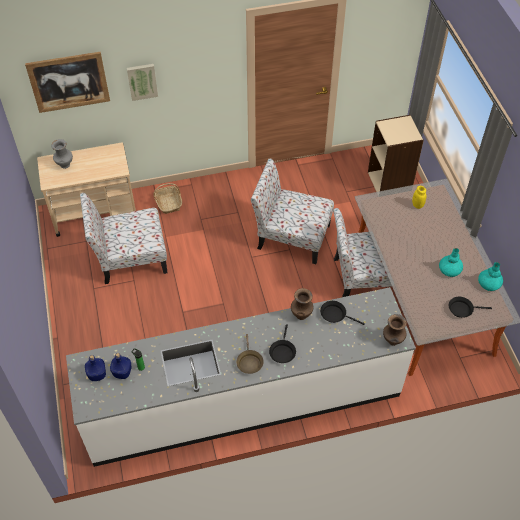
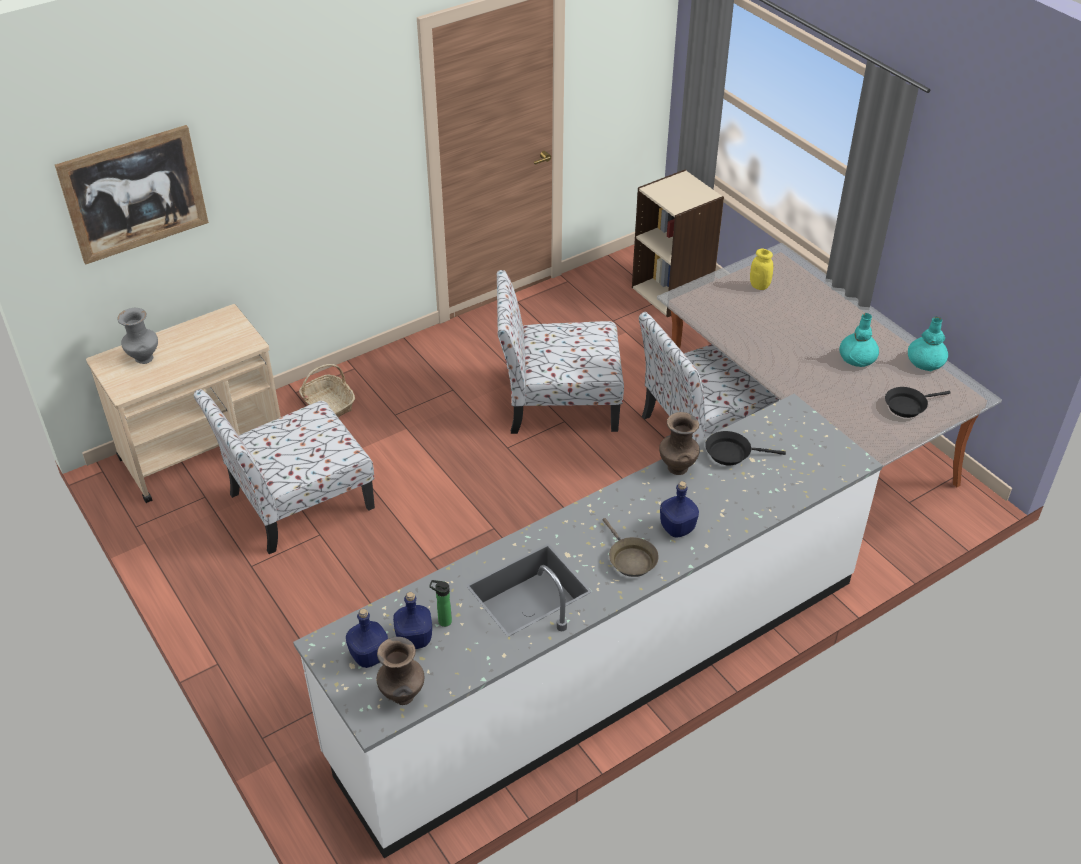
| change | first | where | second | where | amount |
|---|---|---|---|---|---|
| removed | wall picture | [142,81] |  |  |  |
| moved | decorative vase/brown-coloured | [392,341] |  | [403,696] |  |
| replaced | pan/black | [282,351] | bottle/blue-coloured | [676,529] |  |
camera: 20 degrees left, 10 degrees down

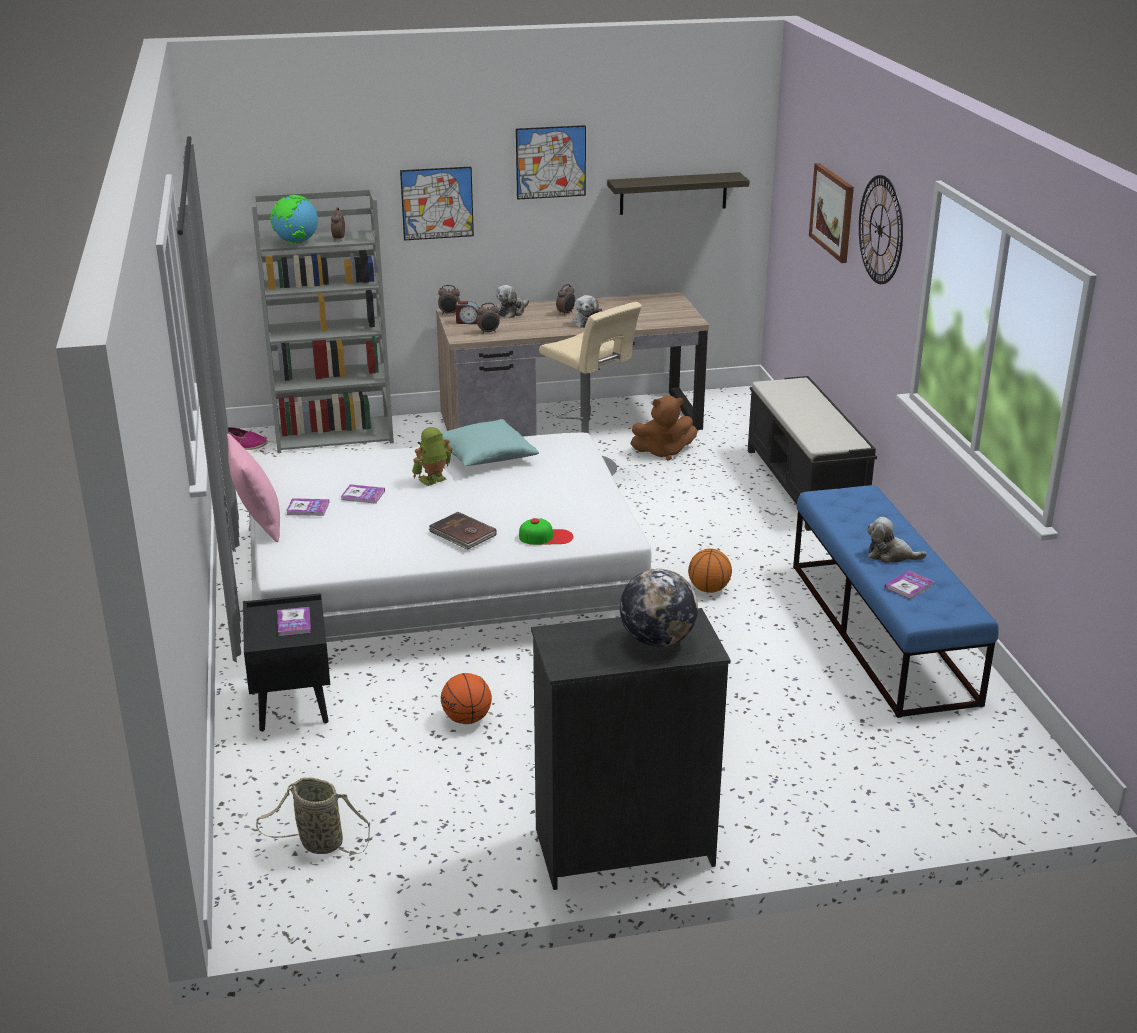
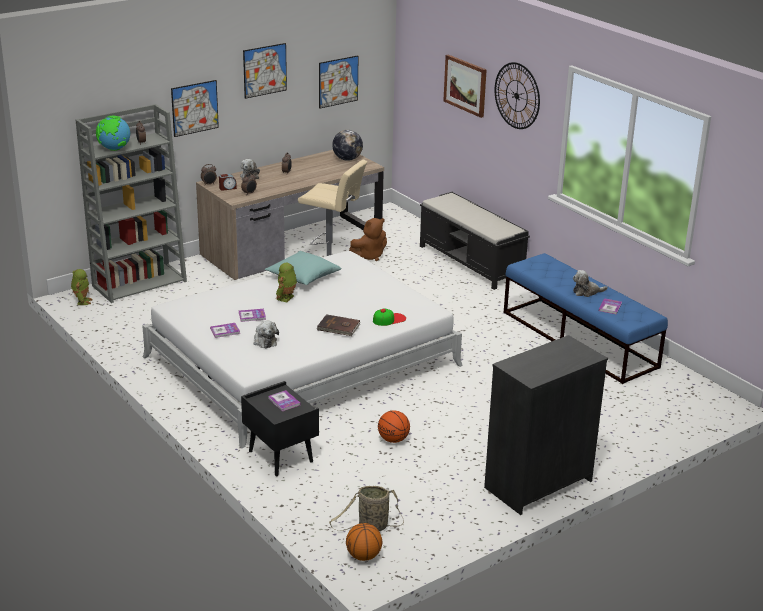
| change | first | where | second | where | amount |
|---|---|---|---|---|---|
| replaced | shelf | [673,193] | wall picture | [338,81] |  |
| moved | cuddly toy | [586,322] |  | [264,341] |  |
| replaced | low shoe | [246,445] | toy robot | [82,301] |  |
| removed | cushion/pink | [258,524] |  |  |  |
| moved | ball for basketball | [708,589] |  | [363,556] |  |
| moved | desk globe | [657,640] |  | [347,159] |  |
camera: 25 degrees left, 0 degrees up

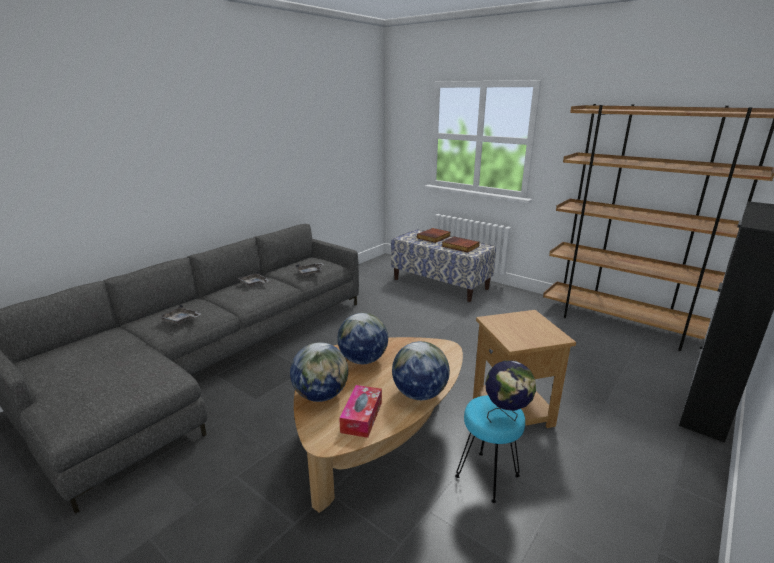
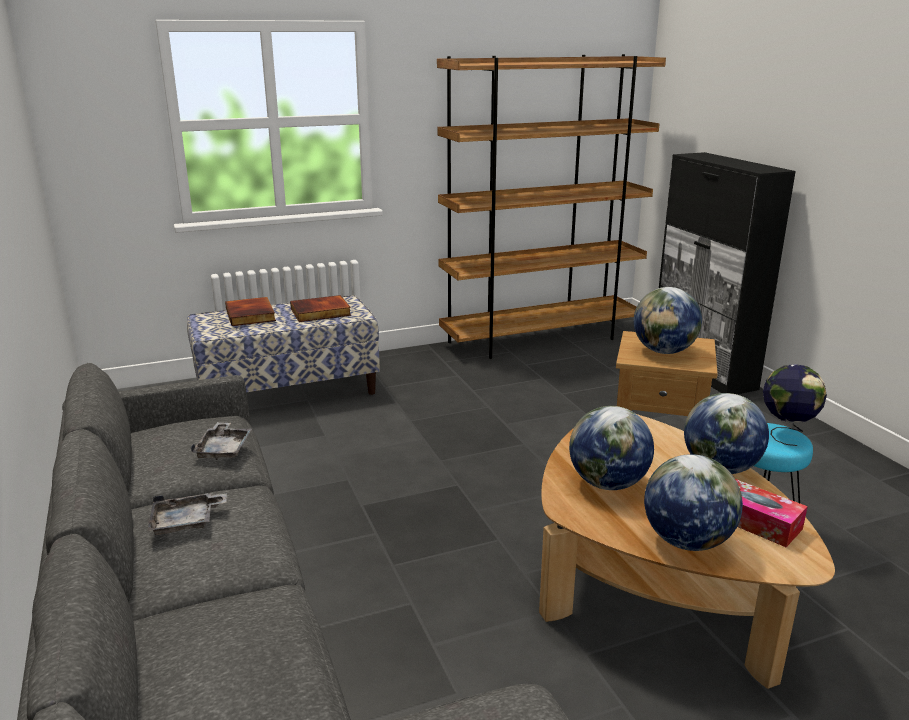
| change | first | where | second | where | amount |
|---|---|---|---|---|---|
| removed | tray/gray | [181,320] |  |  |  |
| added |  |  | desk globe | [664,351] |  |
camera: 60 degrees left, 0 degrees up

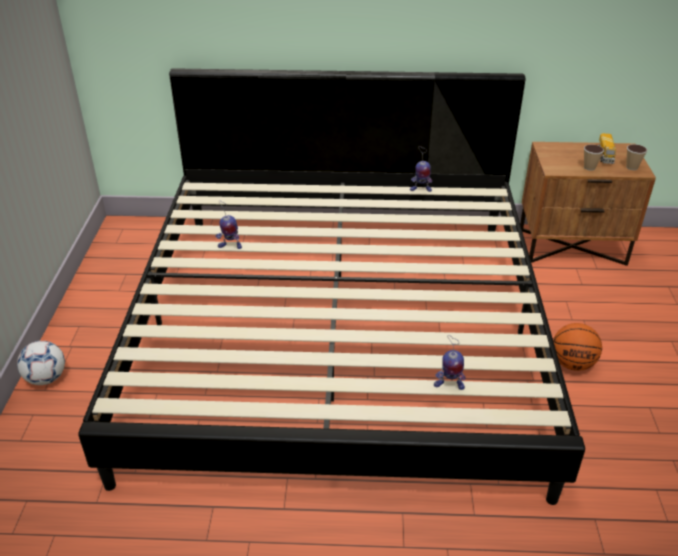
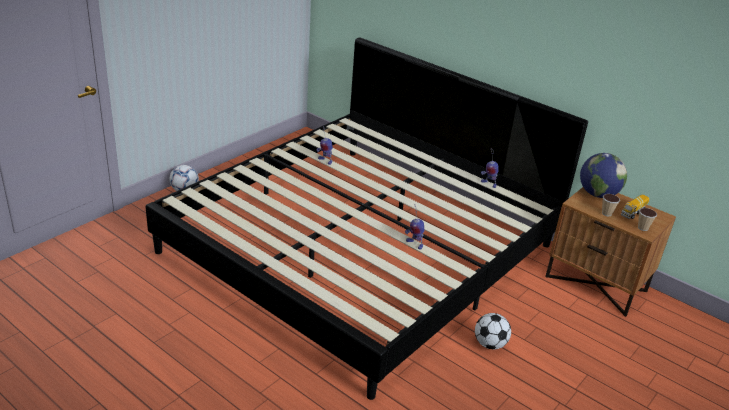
| change | first | where | second | where | amount |
|---|---|---|---|---|---|
| replaced | ball for basketball | [572,363] | ball for football | [490,344] |  |
| moved | toy robot | [448,385] |  | [414,244] |  |
| added |  |  | desk globe | [597,194] |  |
camera: 35 degrees right, 5 degrees down

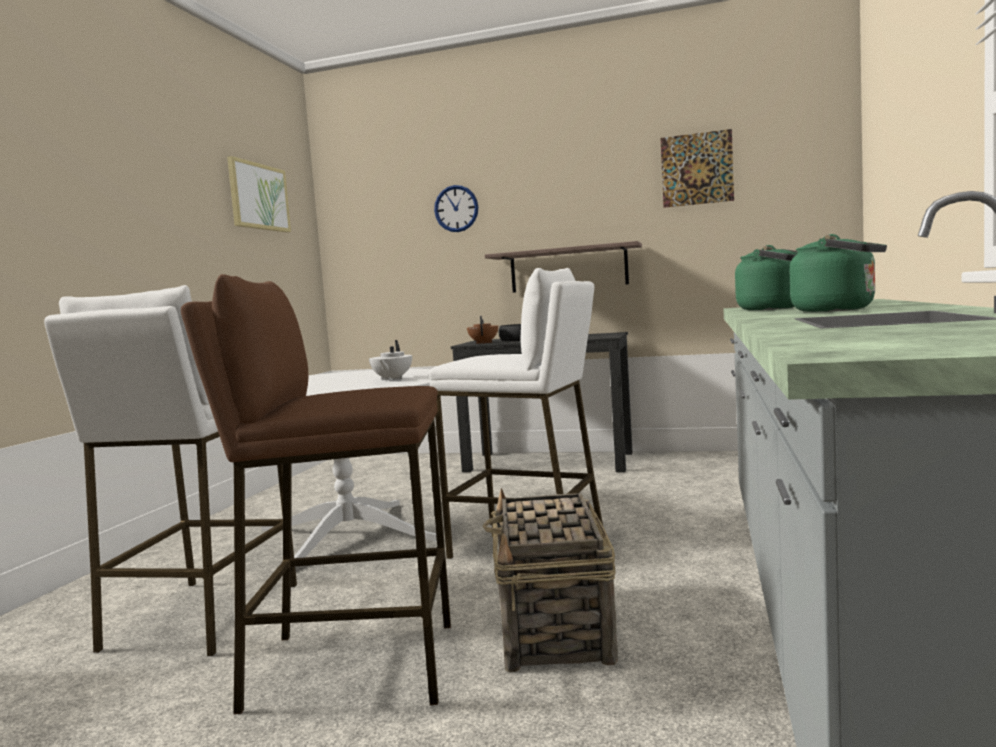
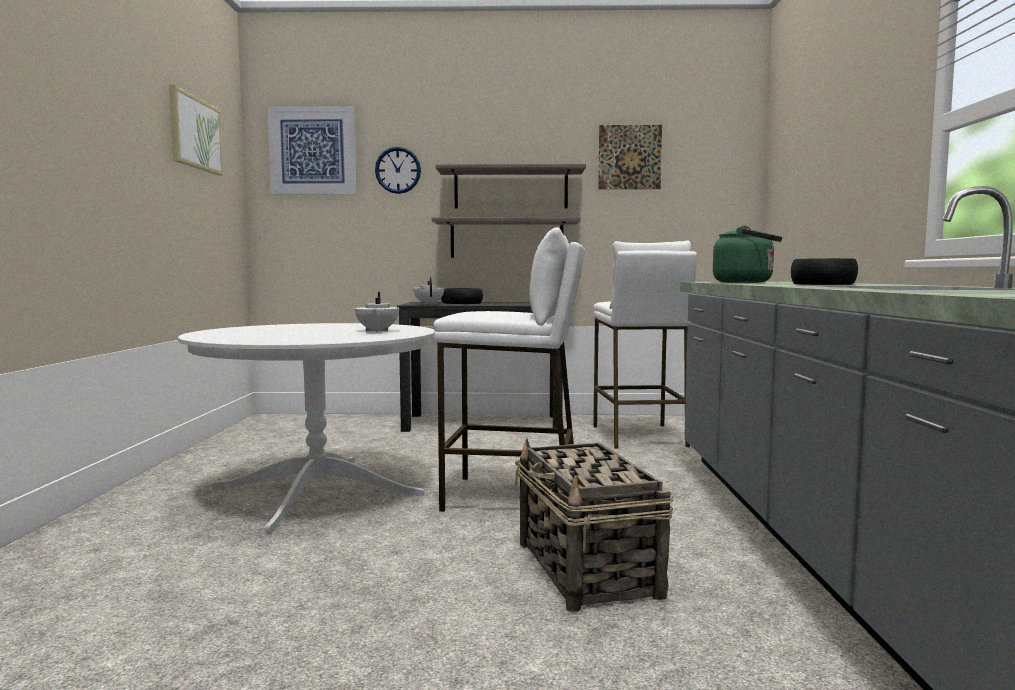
| change | first | where | second | where | amount |
|---|---|---|---|---|---|
| replaced | water kettle/green-coloured | [839,310] | bowl/black | [824,284] |  |
| removed | stool/brown-coloured | [352,665] |  |  |  |
| moved | stool/white-coloured | [201,616] |  | [639,436] |  |
| recoloured | pot for tea/brown-coloured | [484,343] | pot for tea/white-coloured | [429,304] |  |
| added |  |  | wall picture | [313,151] |  |
| added |  |  | shelf | [511,189] |  |
camera: 15 degrees left, 0 degrees up

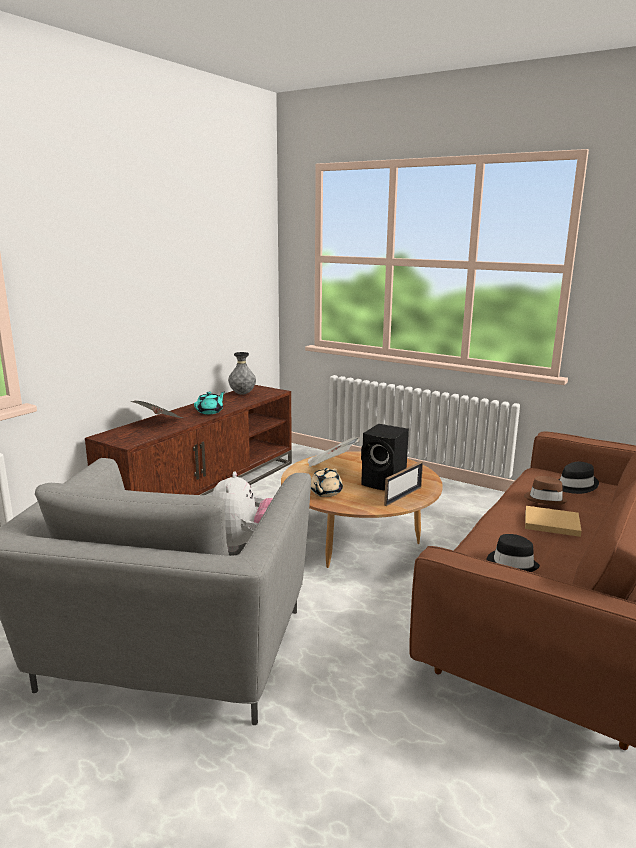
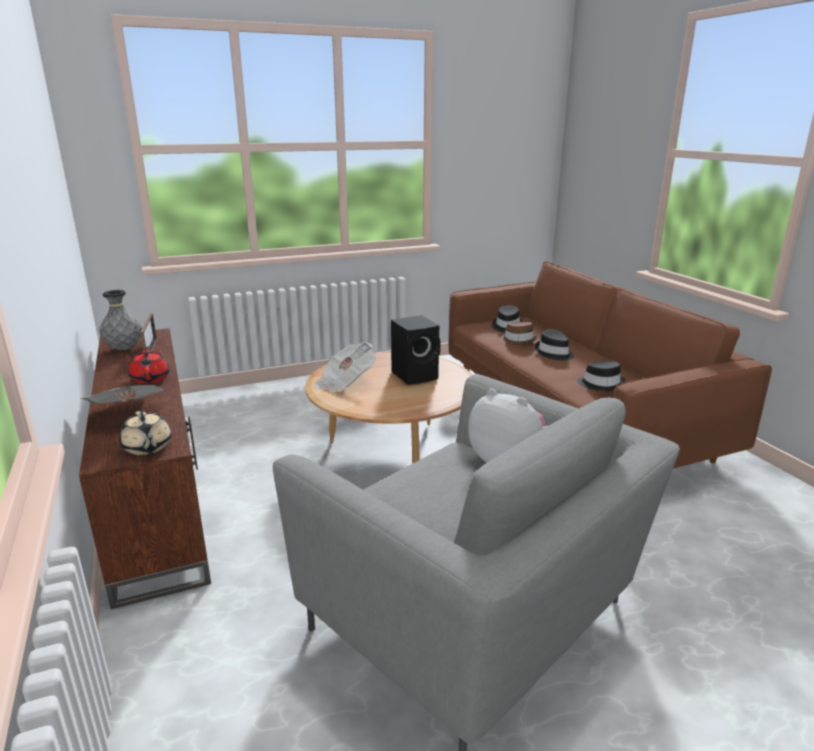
| change | first | where | second | where | amount |
|---|---|---|---|---|---|
| recoloured | pot for tea/turquoise | [210,412] | pot for tea/reddish | [150,378] |  |
| moved | standing frame | [403,496] |  | [151,349] |  |
| moved | pot for tea/beige-coloured | [325,493] |  | [147,447] |  |
| replaced | volume/beige-coloured | [549,523] | wearable hat/black | [554,353] |  |
camera: 55 degrees left, 5 degrees up

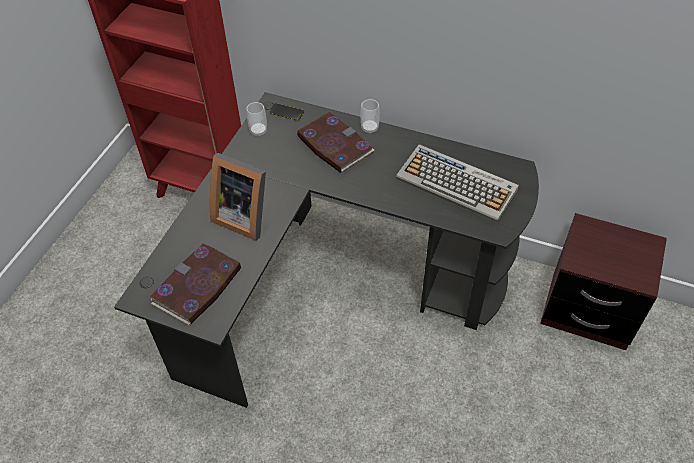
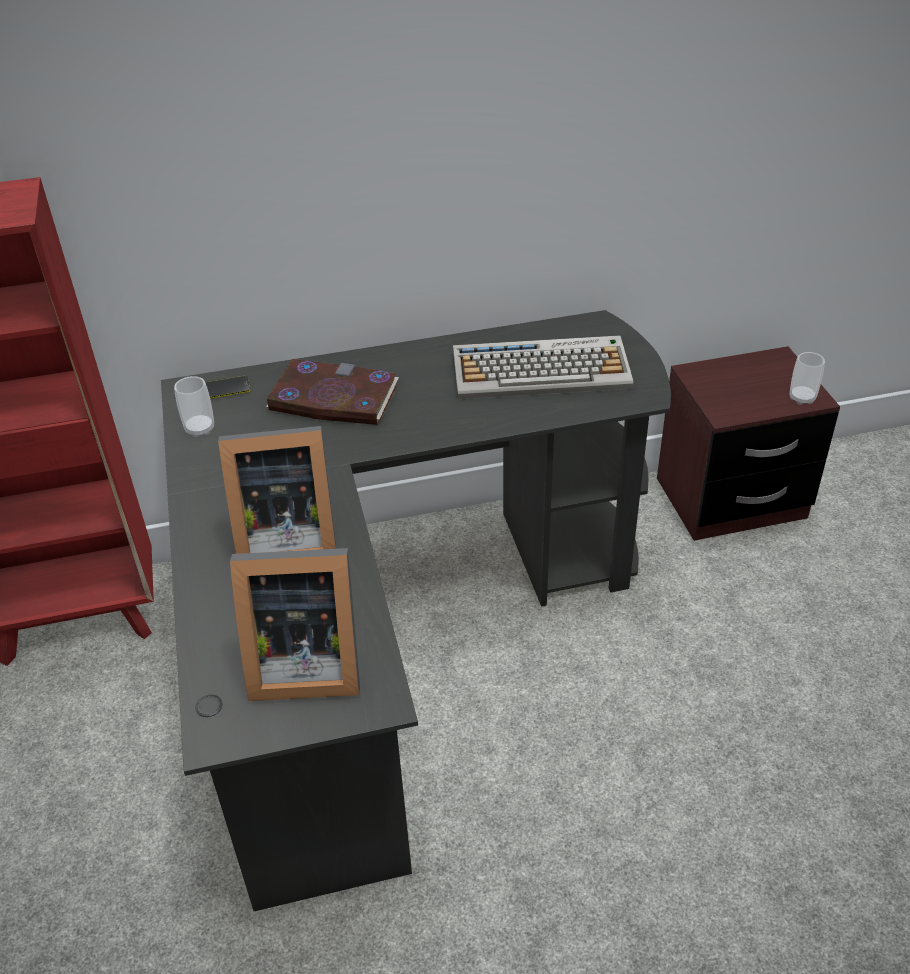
| change | first | where | second | where | amount |
|---|---|---|---|---|---|
| moved | drinking cup | [369,128] |  | [802,398] |  |
| replaced | volume | [197,286] | standing frame | [302,664] |  |
camera: 35 degrees left, 10 degrees down

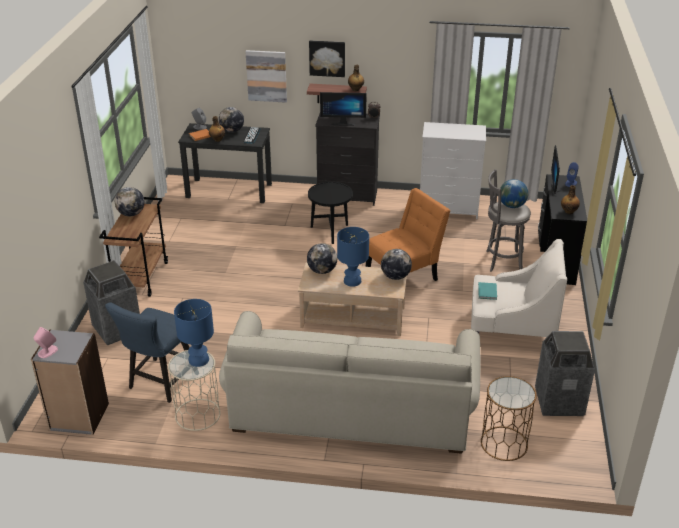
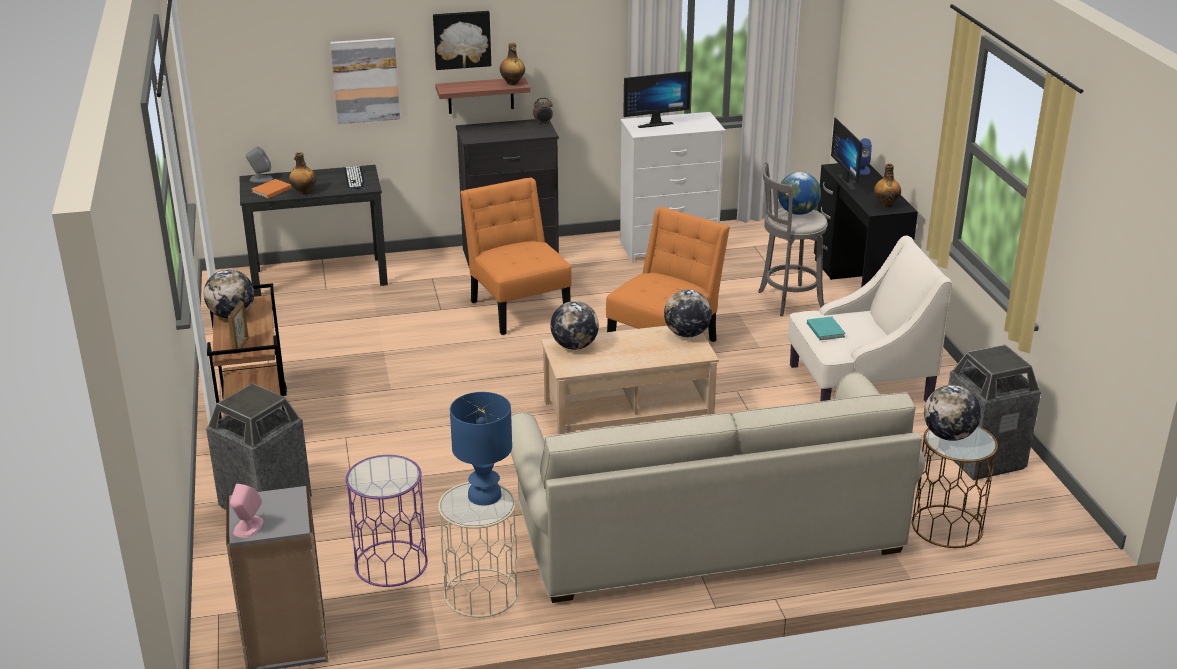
| change | first | where | second | where | amount |
|---|---|---|---|---|---|
| moved | computer display | [343,123] |  | [654,123] |  |
| moved | desk globe | [232,131] |  | [948,436] |  |
| replaced | end table/black | [330,232] | chair/orange | [518,307] |  |
| removed | table lamp/blue-coloured | [353,281] |  |  |  |
| replaced | chair/blue-coloured | [160,383] | end table/purplish | [390,564] |  |
| added |  |  | standing frame | [241,346] |  |
camera: 20 degrees left, 5 degrees down

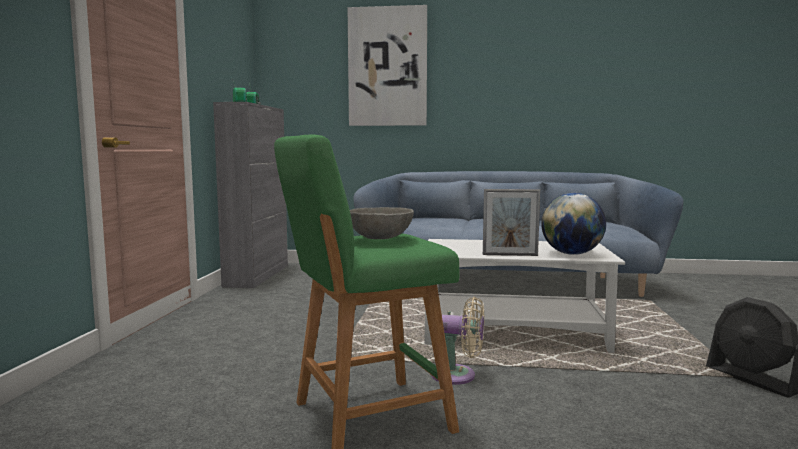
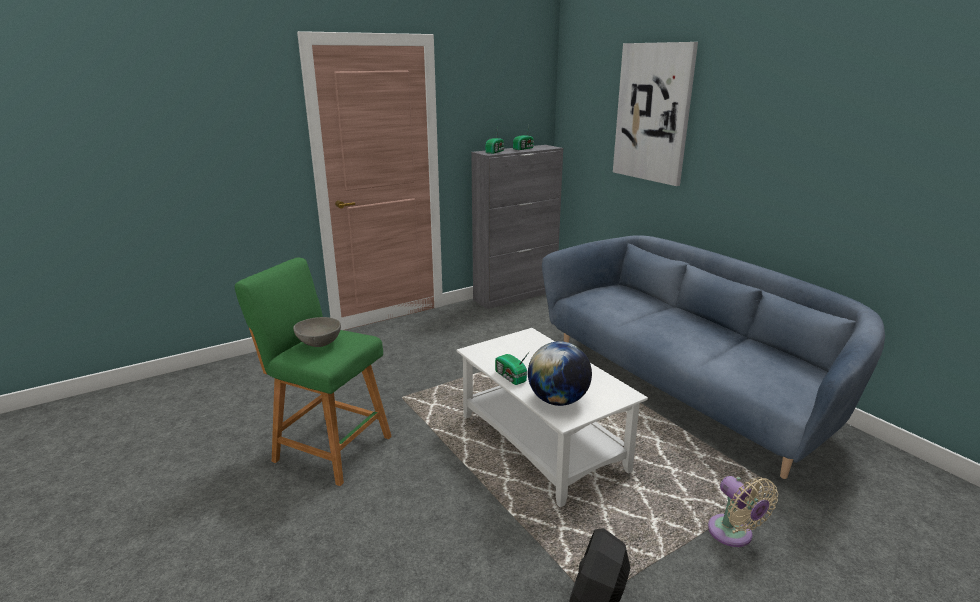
| change | first | where | second | where | amount |
|---|---|---|---|---|---|
| replaced | standing frame | [510,255] | radio receiver | [510,377] |  |
| moved | fan/beige-coloured | [458,376] |  | [733,534] |  |
camera: 50 degrees right, 15 degrees up

